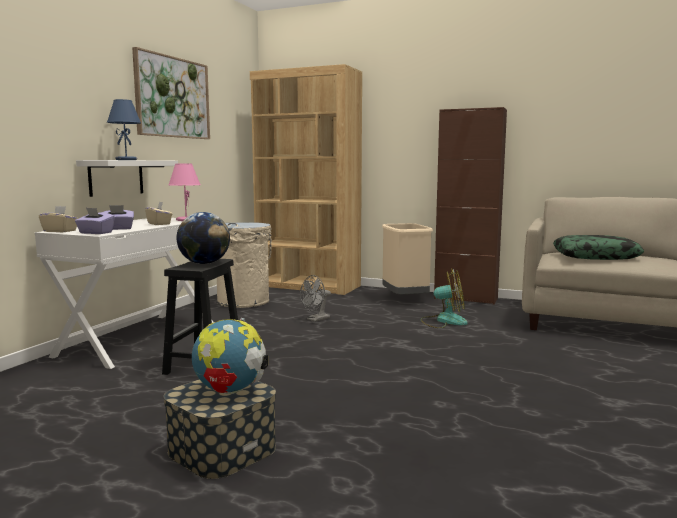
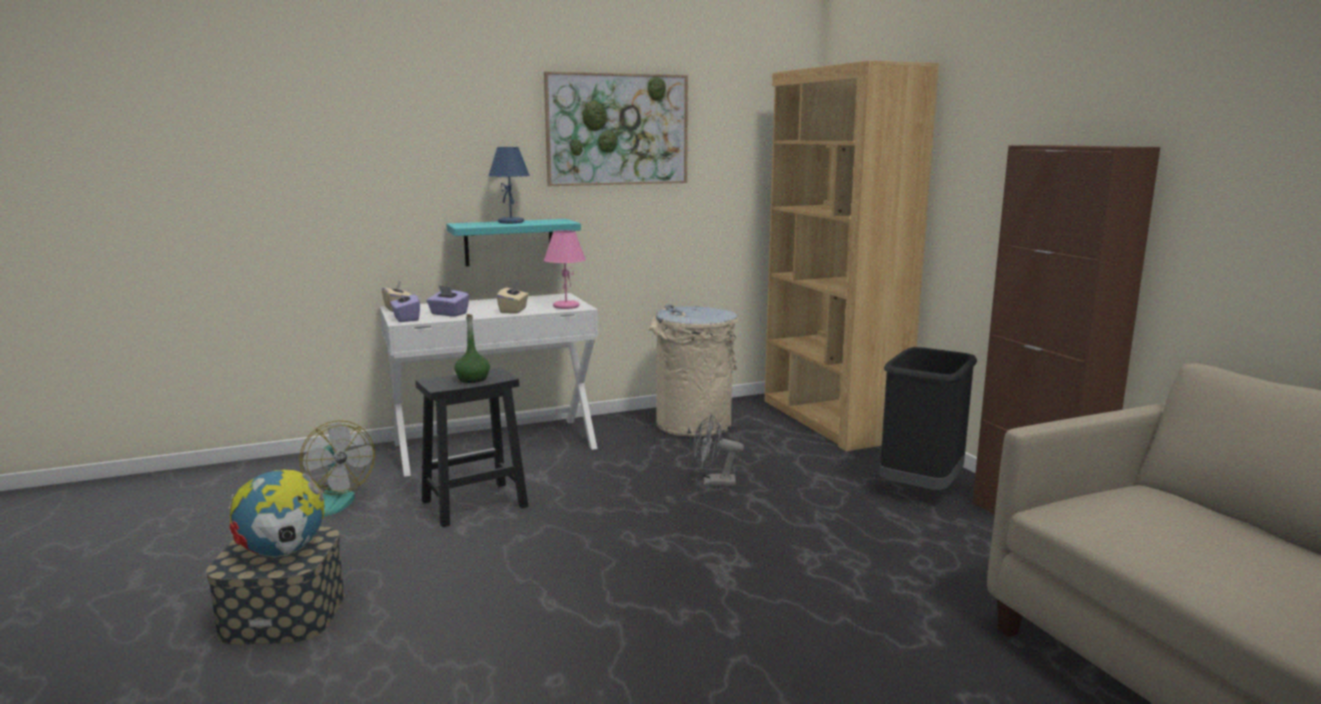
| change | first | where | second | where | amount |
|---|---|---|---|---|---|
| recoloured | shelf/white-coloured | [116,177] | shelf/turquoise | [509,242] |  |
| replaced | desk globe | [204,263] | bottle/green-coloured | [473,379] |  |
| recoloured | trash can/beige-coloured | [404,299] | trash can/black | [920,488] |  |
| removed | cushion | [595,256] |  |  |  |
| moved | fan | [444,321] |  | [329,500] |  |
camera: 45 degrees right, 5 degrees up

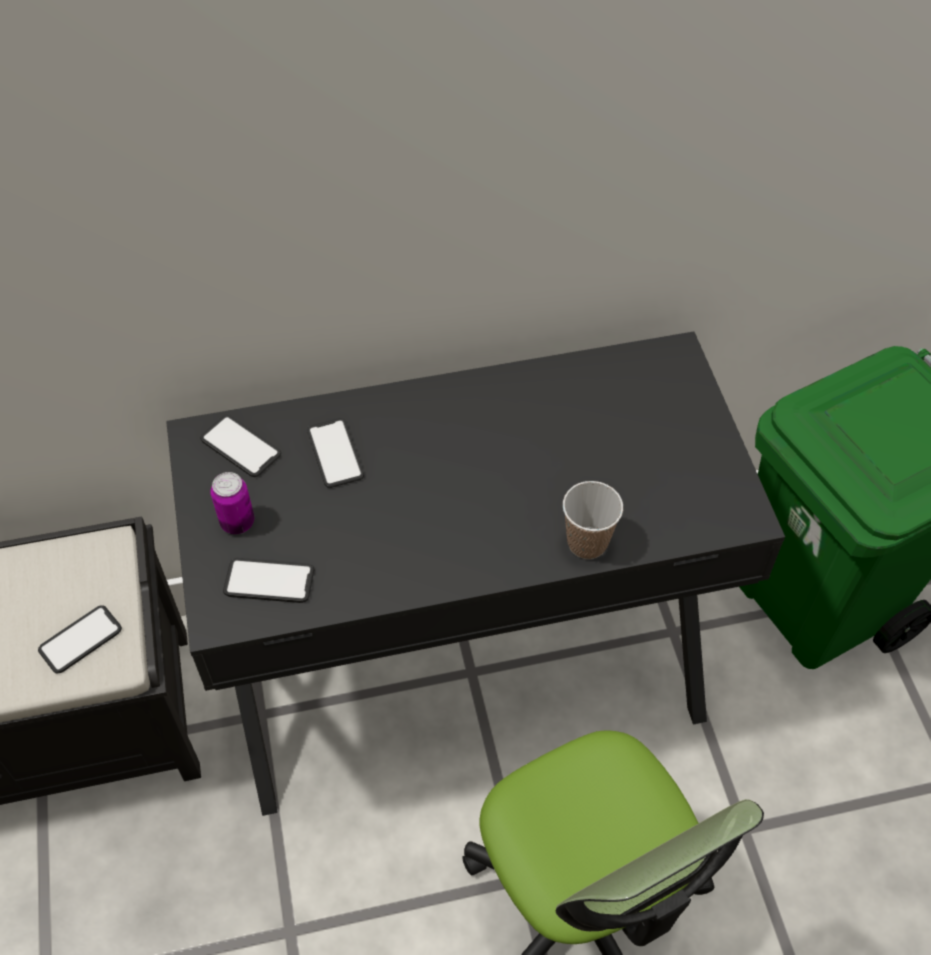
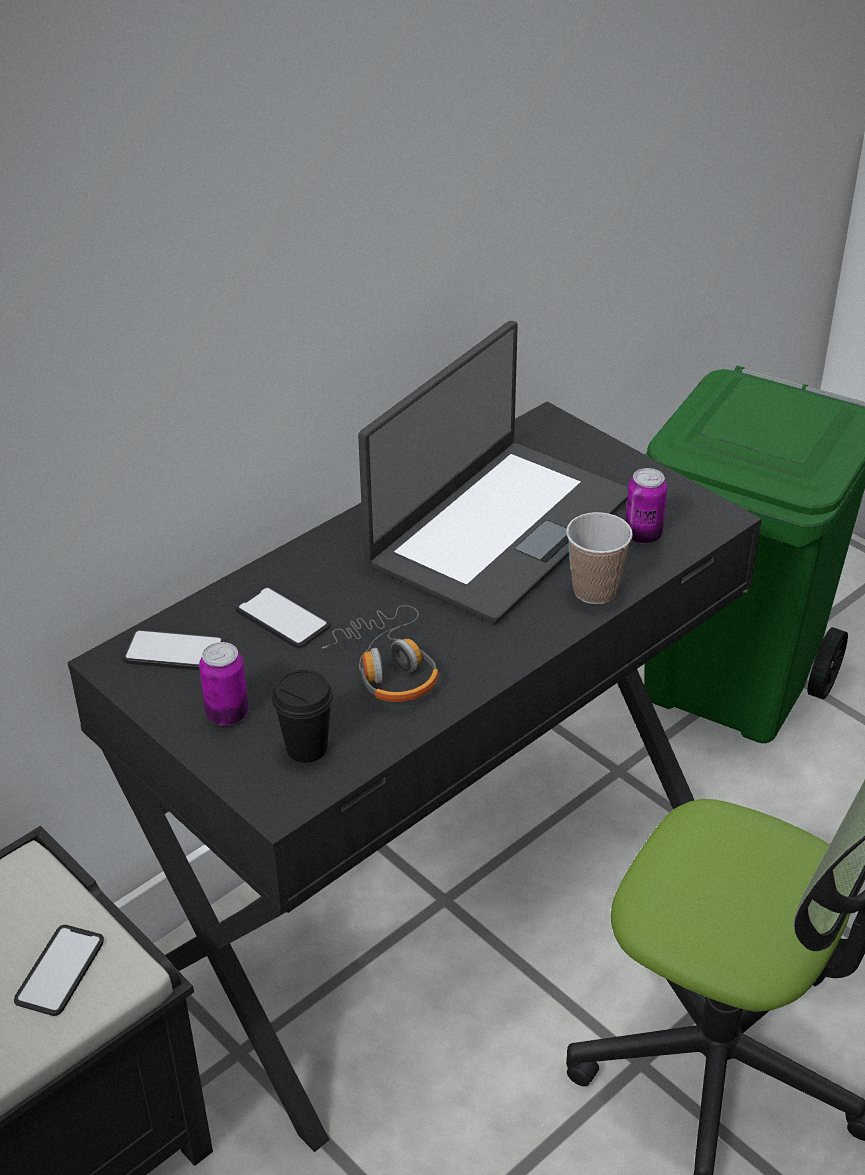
| change | first | where | second | where | amount |
|---|---|---|---|---|---|
| replaced | phone | [269,581] | drinking cup/black | [306,748] |  |
| added |  |  | portable computer | [497,529] |  |
| added |  |  | metal can | [643,535] |  |
| added |  |  | pair of headphones | [389,667] |  |
camera: 30 degrees left, 15 degrees down

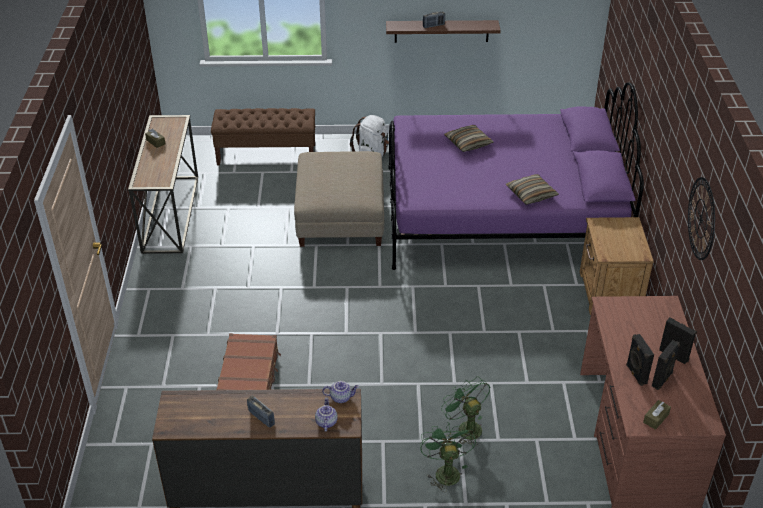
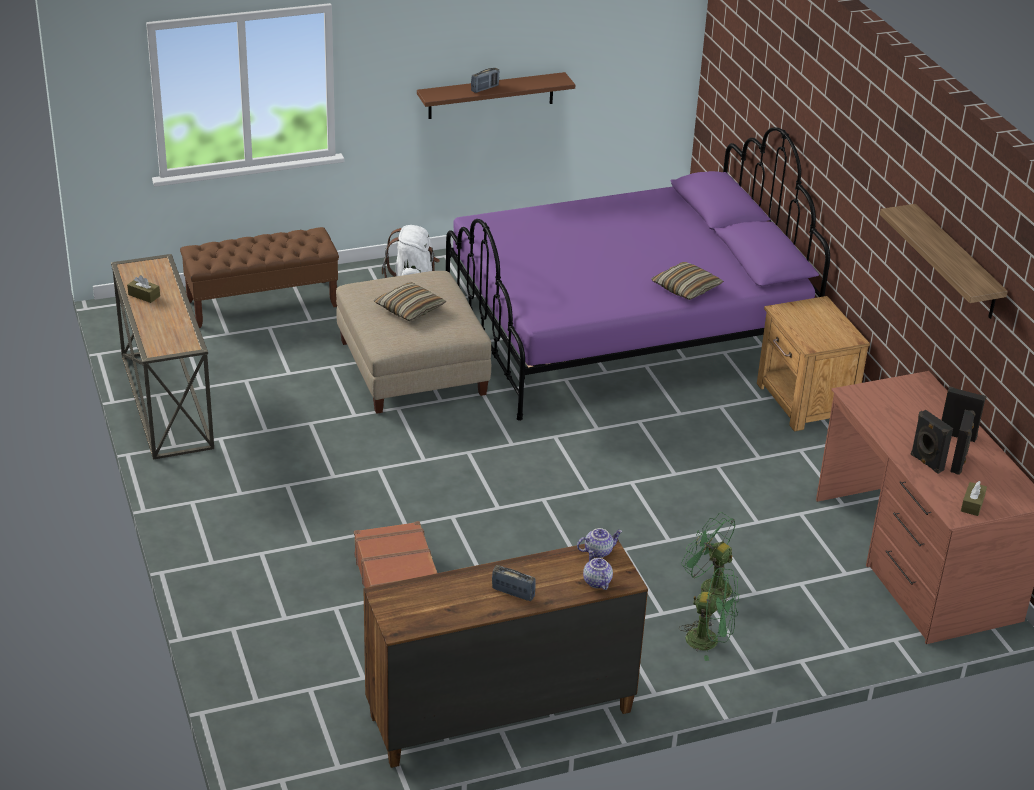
| change | first | where | second | where | amount |
|---|---|---|---|---|---|
| moved | cushion | [468,143] |  | [409,309] |  |
| replaced | wall clock | [701,218] | shelf | [956,263] |  |
| turned | fan/green-coloured | [445,471] |  | [709,641] | 135 degrees clockwise |
camera: 20 degrees left, 5 degrees down

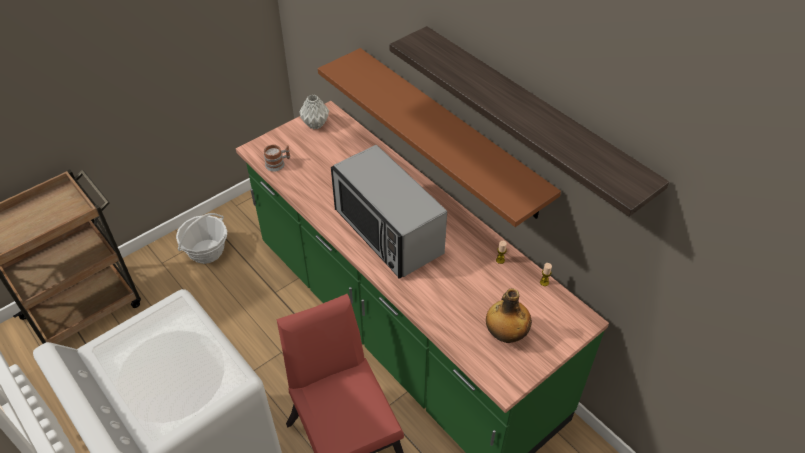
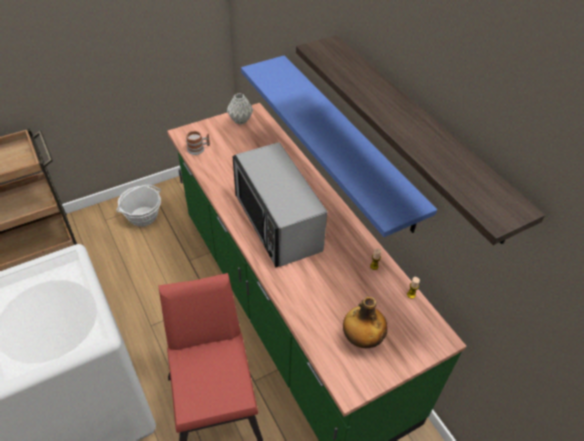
| change | first | where | second | where | amount |
|---|---|---|---|---|---|
| recoloured | shelf/brown-coloured | [449,131] | shelf/blue-coloured | [347,139] |  |
camera: 10 degrees right, 0 degrees up

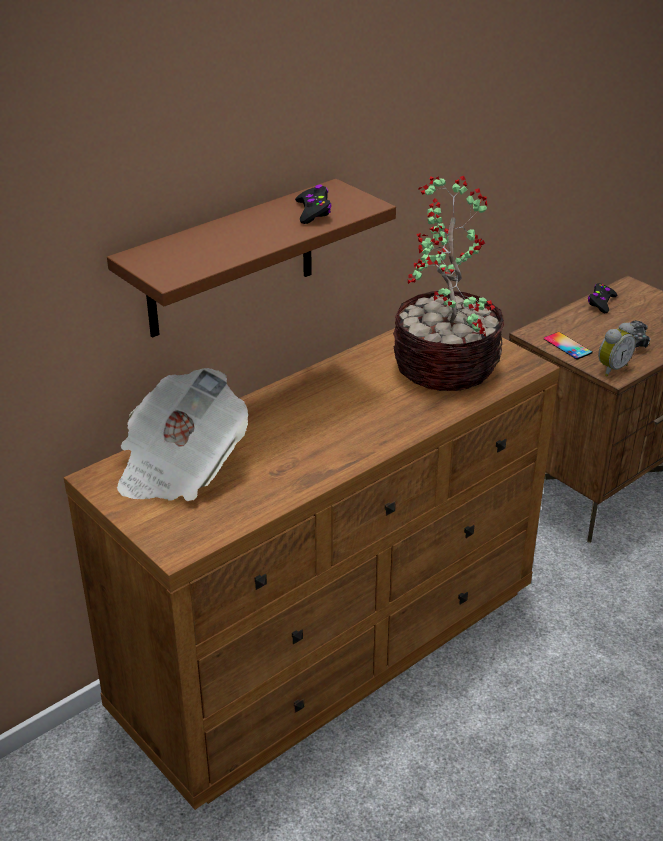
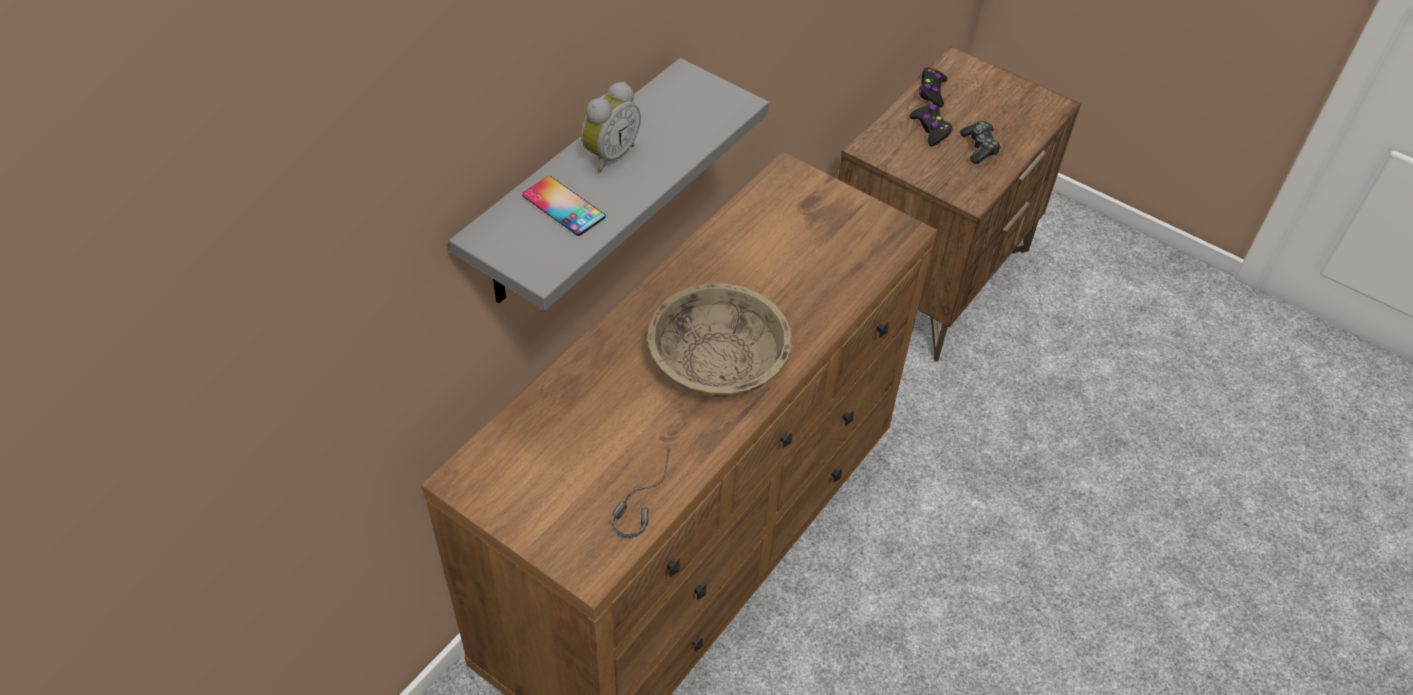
| change | first | where | second | where | amount |
|---|---|---|---|---|---|
| removed | plant in a pot | [444,364] |  |  |  |
| recoloured | shelf/brown-coloured | [231,260] | shelf/gray | [575,188] |  |
| moved | joypad/black | [313,211] |  | [930,129] |  |
| moved | table clock | [611,368] |  | [608,155] |  |
| moved | phone | [567,346] |  | [563,206] |  |
| removed | daily paper | [180,467] |  |  |  |
| added |  |  | bowl/beige-coloured | [718,365] |  |
| added |  |  | pair of headphones | [640,498] |  |
camera: 15 degrees left, 15 degrees up

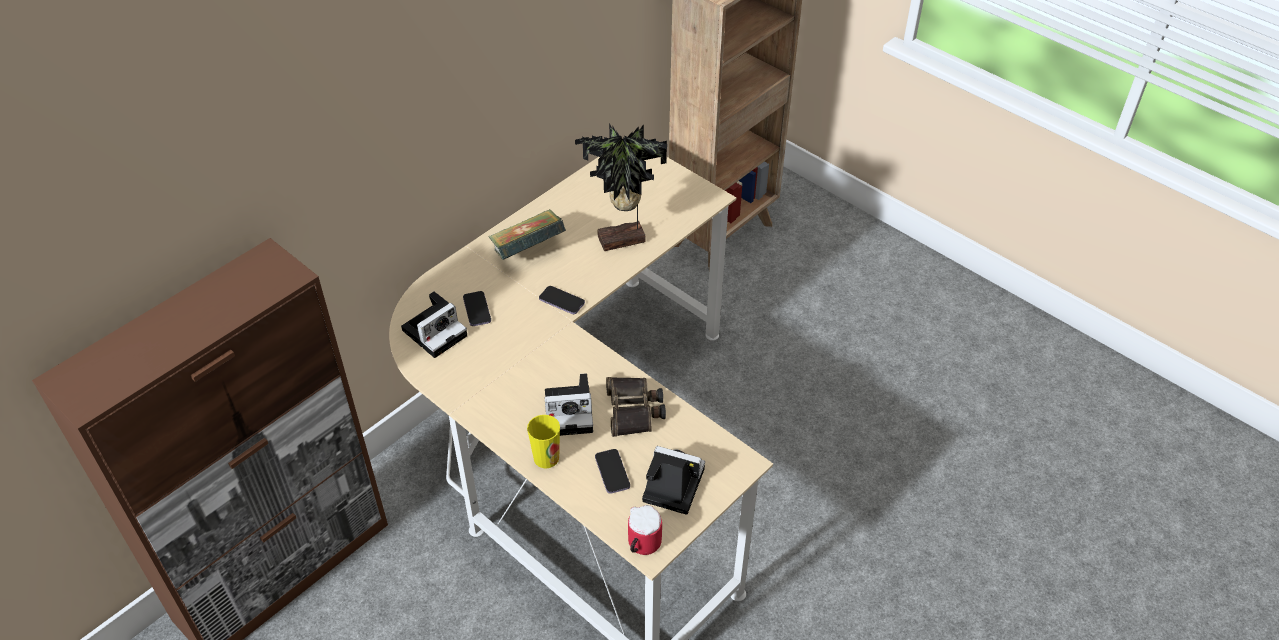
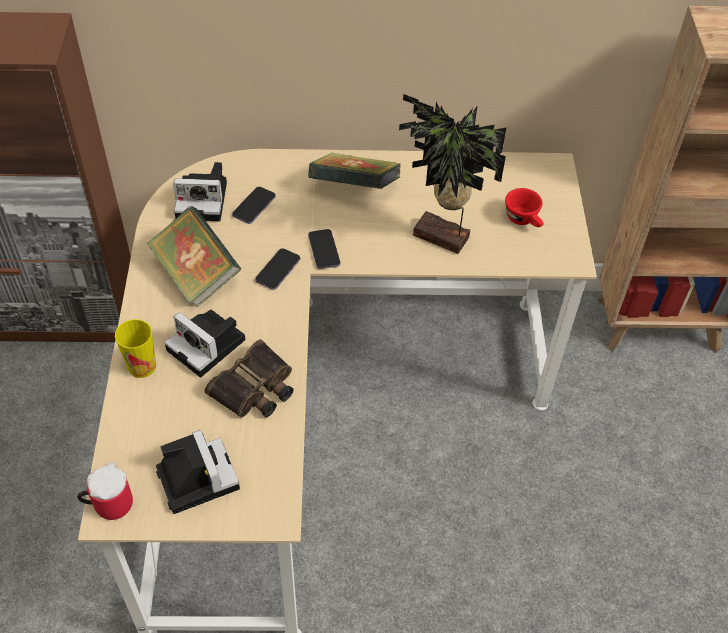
| change | first | where | second | where | amount |
|---|---|---|---|---|---|
| moved | phone | [612,472] |  | [278,270] |  |
| added |  |  | drinking cup/reddish | [524,220] |  |
| added |  |  | volume | [196,275] |  |
camera: 45 degrees right, 5 degrees up

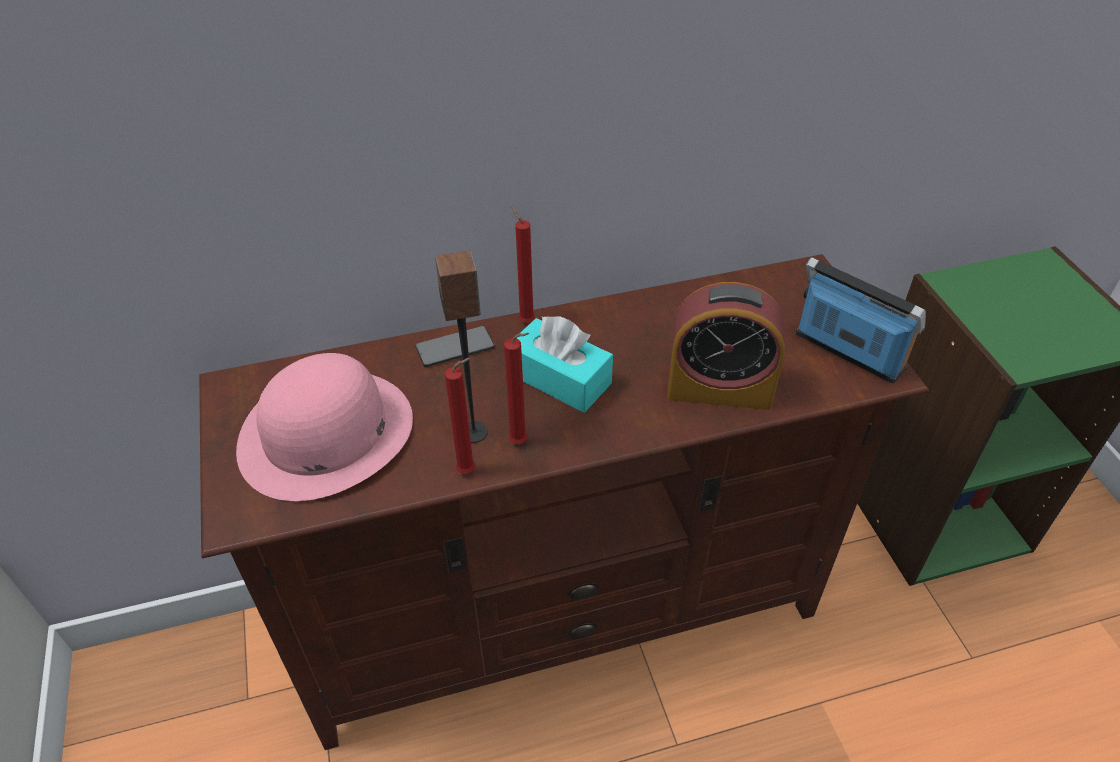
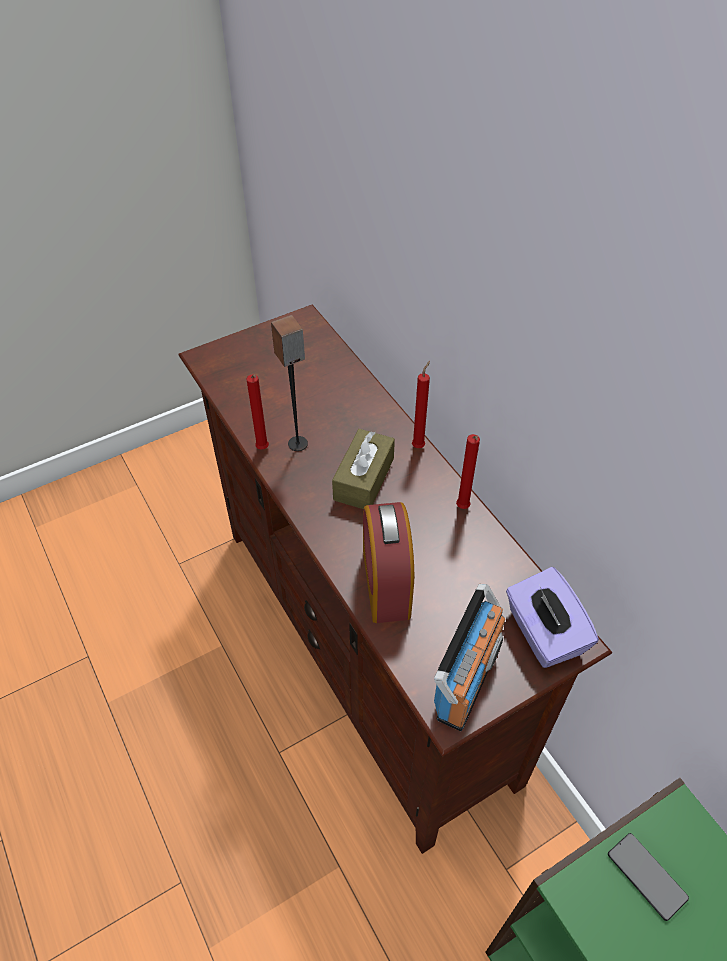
| change | first | where | second | where | amount |
|---|---|---|---|---|---|
| recoloured | tissue box/turquoise | [559,378] | tissue box/brown-coloured | [364,479] |  |
| moved | phone | [455,347] |  | [646,876] |  |
| moved | wax candle/reddish | [521,443] |  | [462,509] |  |
| removed | wearable hat/pink | [325,434] |  |  |  |
| added |  |  | tissue box/purplish | [543,633] |  |
camera: 75 degrees right, 5 degrees up

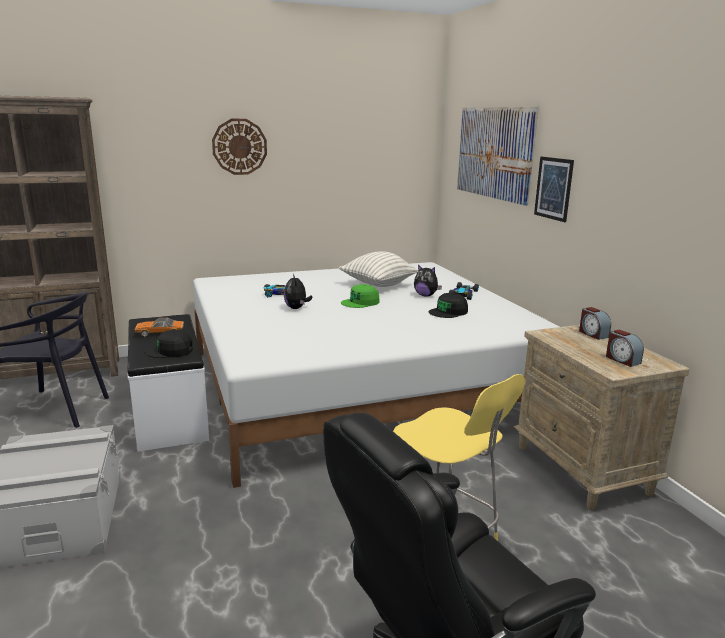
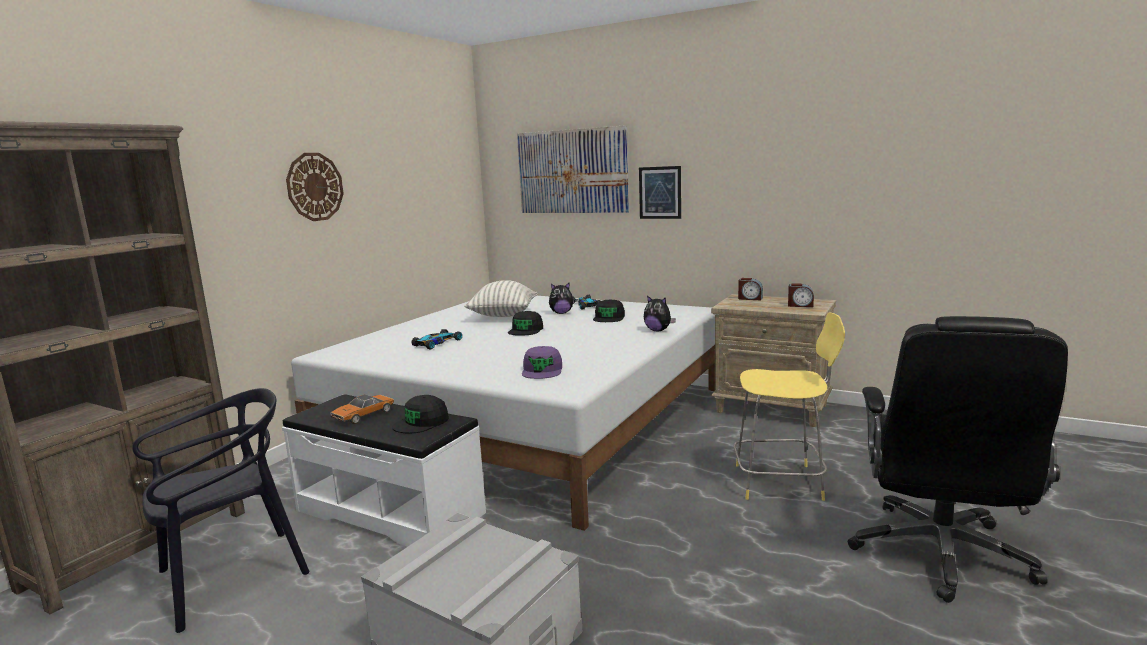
| change | first | where | second | where | amount |
|---|---|---|---|---|---|
| moved | cuddly toy | [297,308] |  | [658,330] |  |
| recoloured | baseball cap/green-coloured | [360,302] | baseball cap/black | [526,330] |  |
| added |  |  | baseball cap/purplish | [542,370] |  |
camera: 40 degrees left, 5 degrees down

